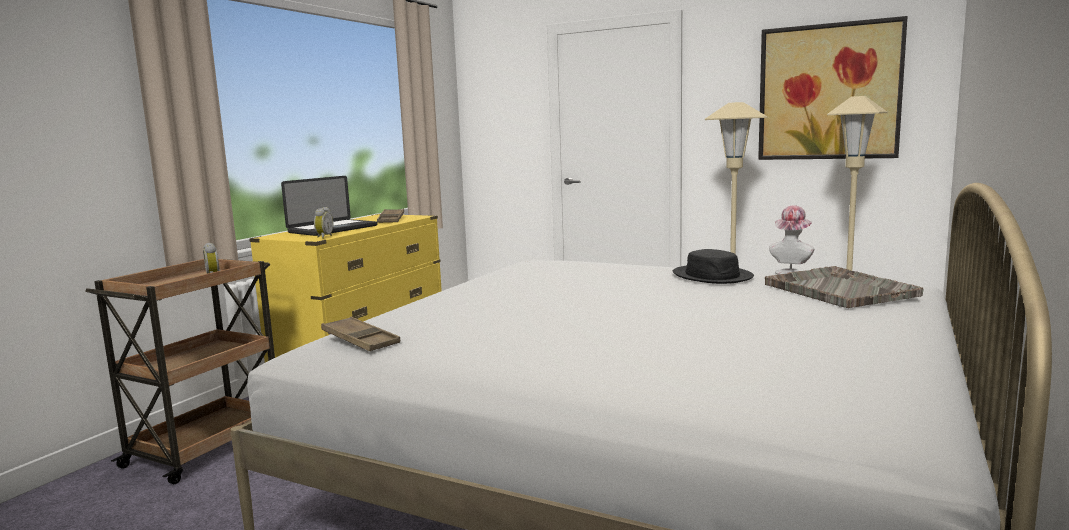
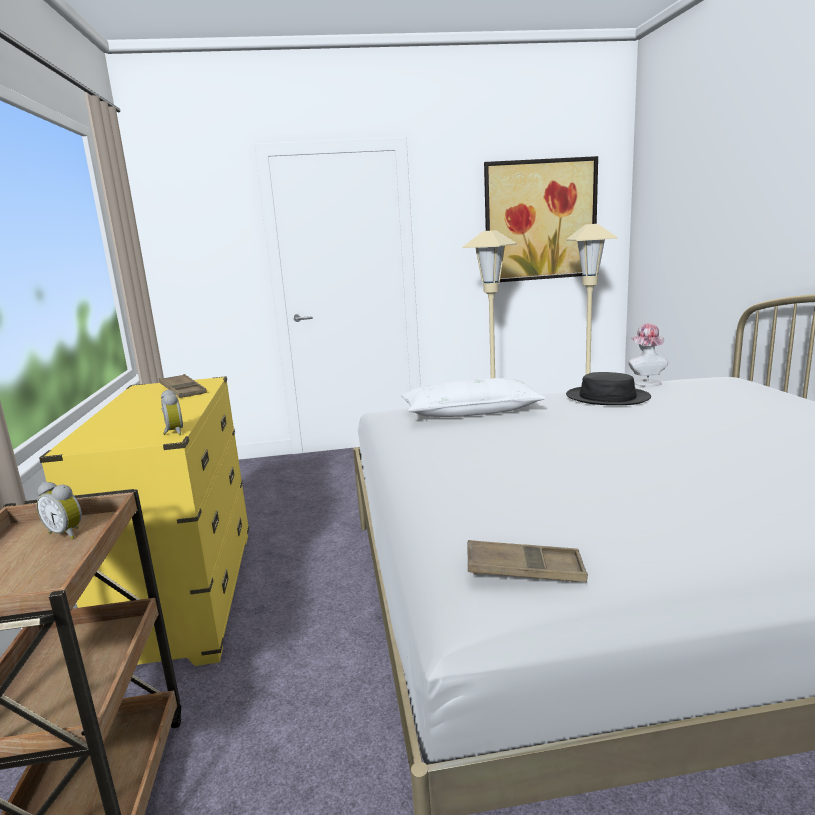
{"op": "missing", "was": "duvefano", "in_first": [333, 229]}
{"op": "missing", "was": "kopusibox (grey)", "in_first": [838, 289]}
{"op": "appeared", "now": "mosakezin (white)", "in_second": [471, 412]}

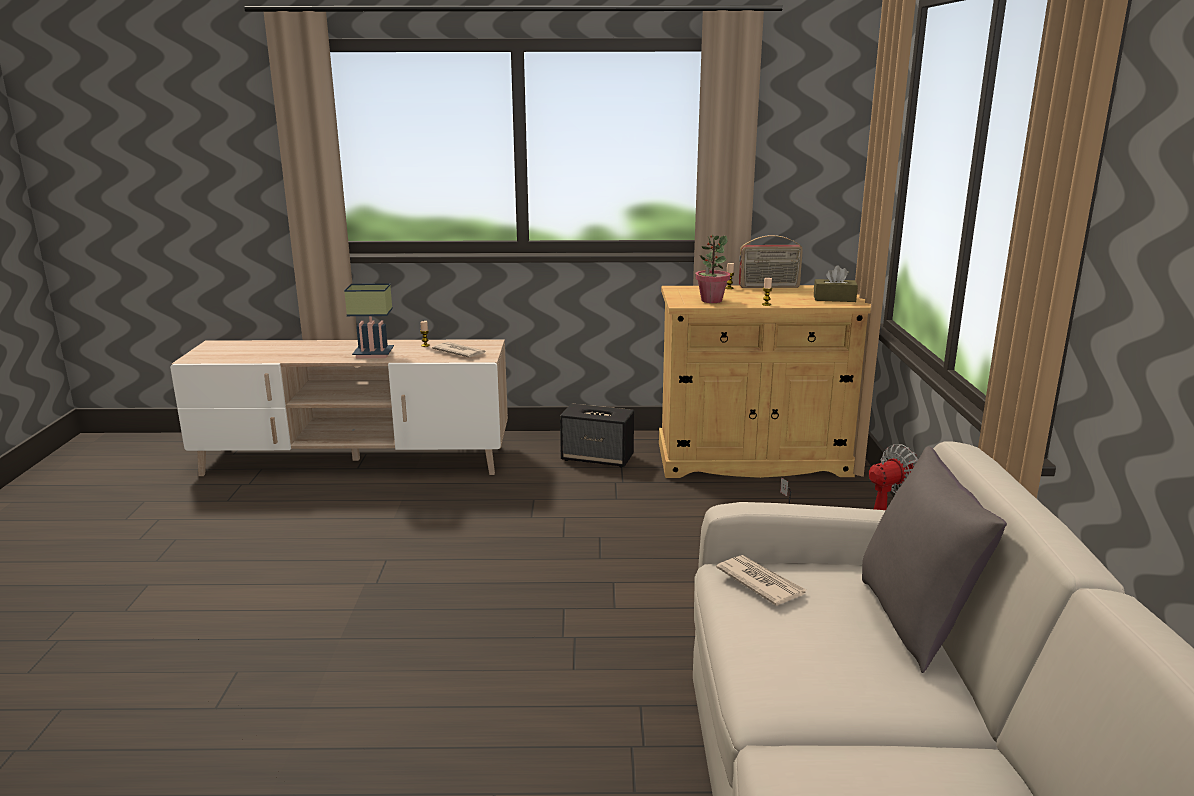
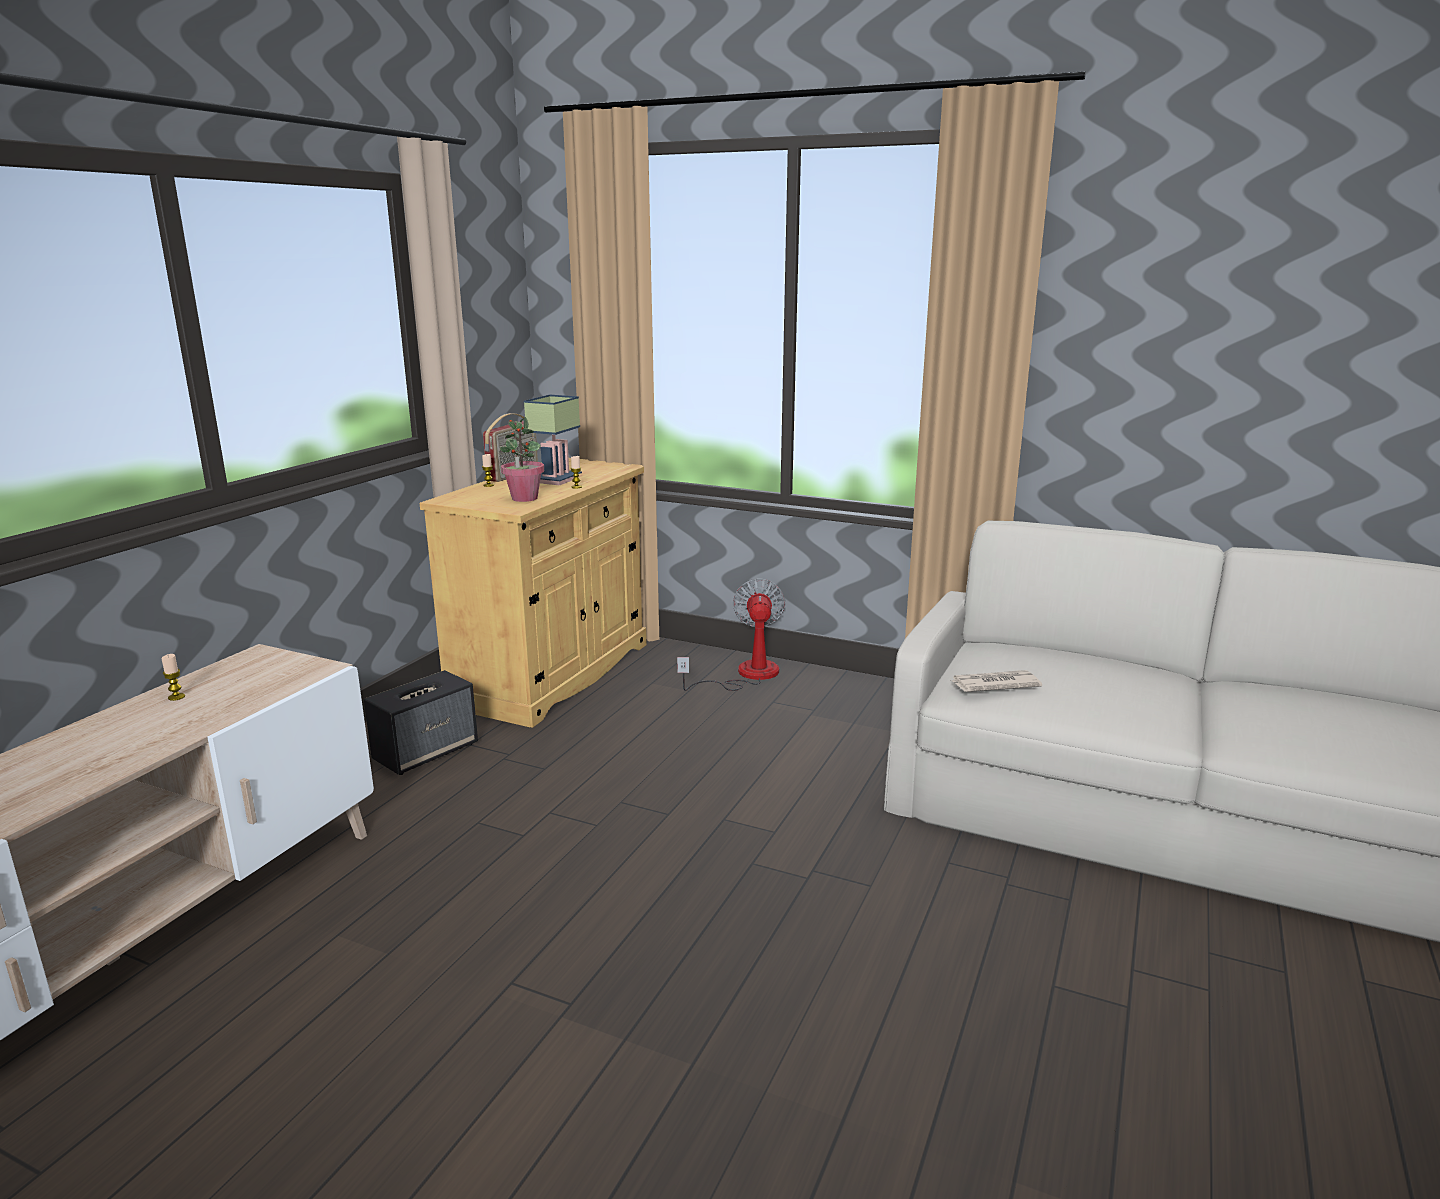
{"op": "relocated", "was": "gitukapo", "in_first": [375, 354], "in_second": [555, 479]}
{"op": "missing", "was": "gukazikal", "in_first": [459, 352]}
{"op": "missing", "was": "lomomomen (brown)", "in_first": [834, 299]}
{"op": "missing", "was": "mosakezin (grey)", "in_first": [915, 621]}

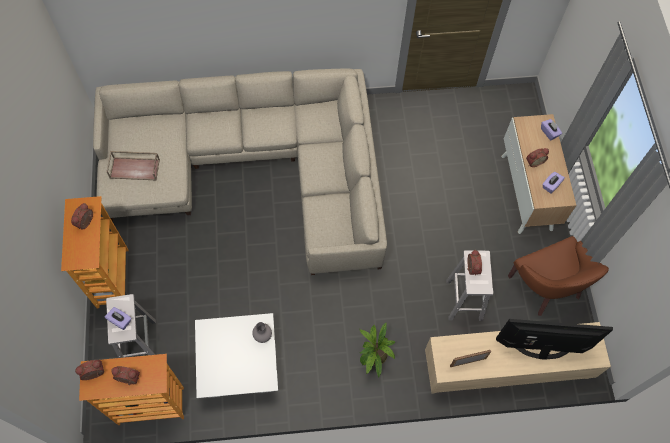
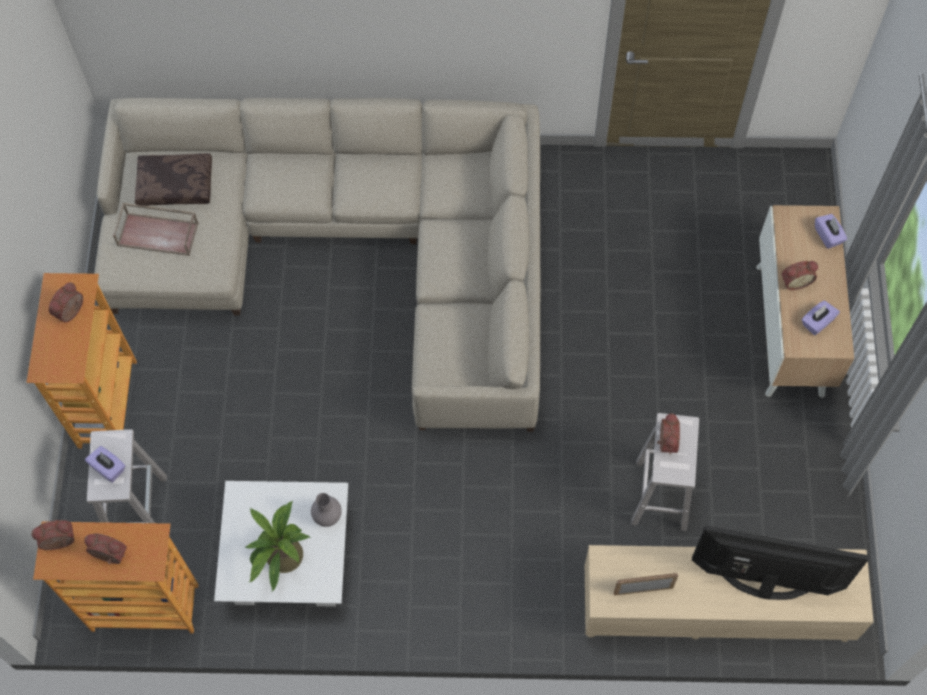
{"op": "relocated", "was": "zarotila", "in_first": [374, 357], "in_second": [281, 559]}
{"op": "missing", "was": "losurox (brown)", "in_first": [547, 286]}
{"op": "appeared", "now": "mosakezin (brown)", "in_second": [176, 184]}

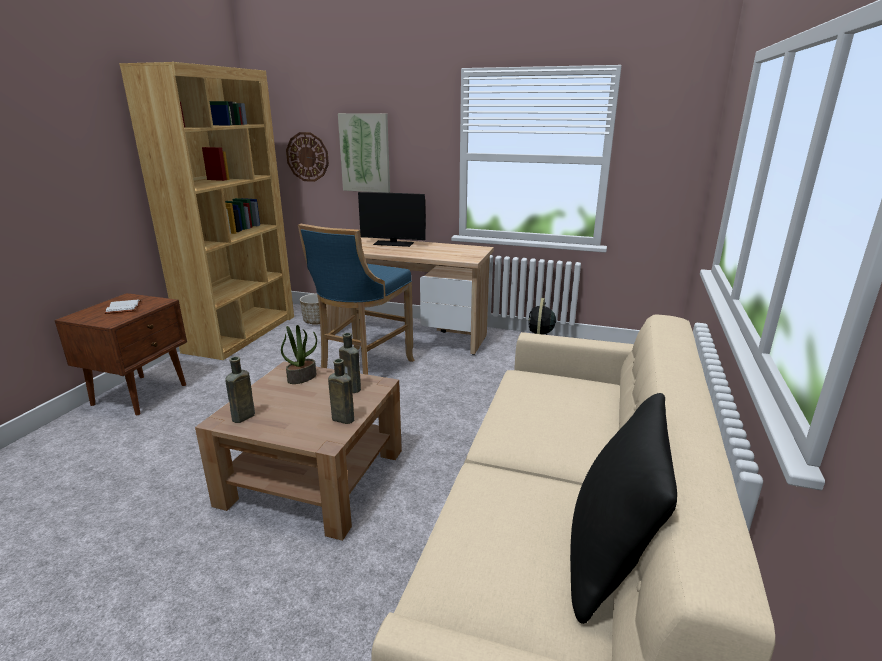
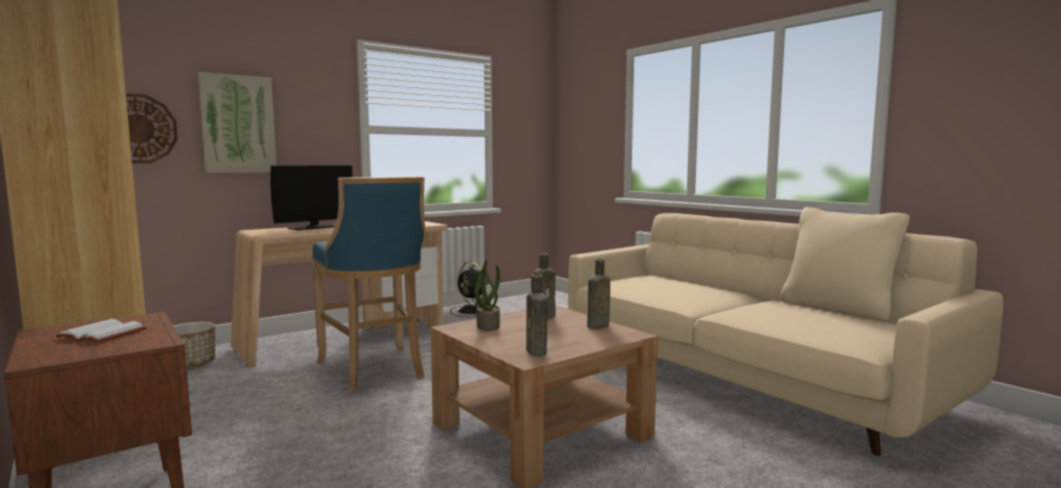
{"op": "colour", "was": "mosakezin (black)", "now": "mosakezin (beige)", "in_first": [610, 562], "in_second": [838, 309]}

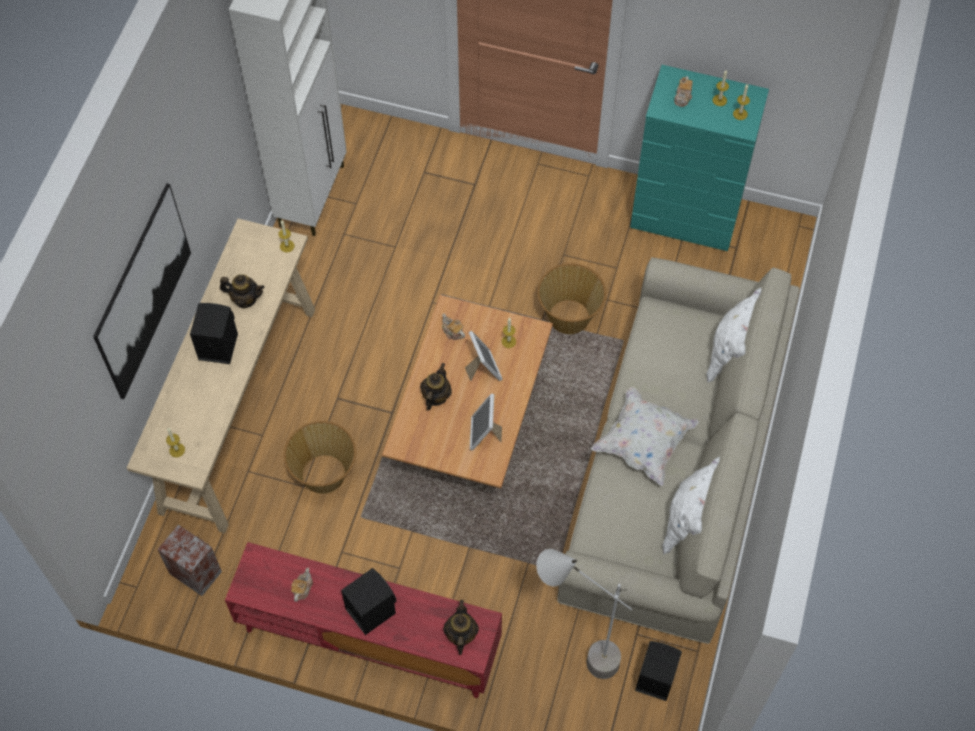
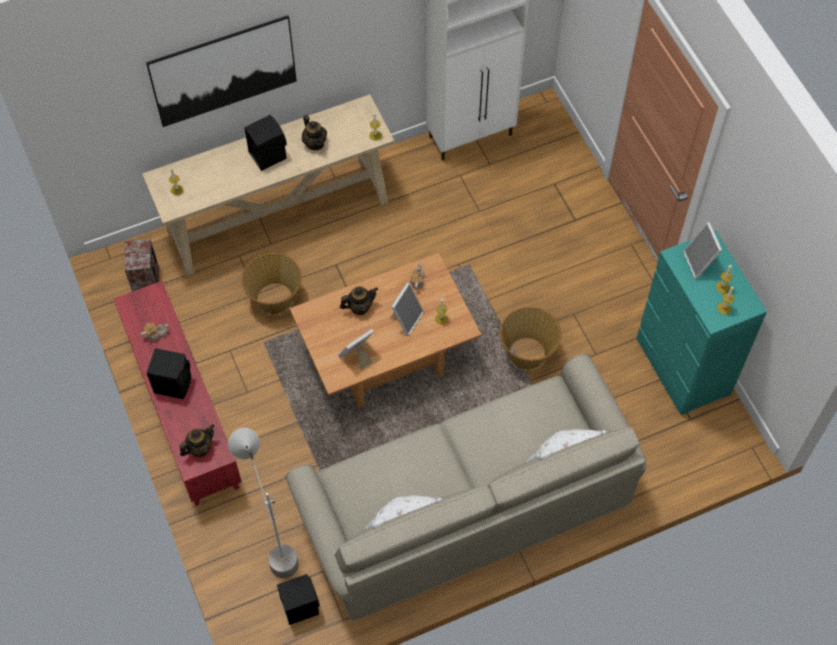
{"op": "missing", "was": "mosakezin (white)", "in_first": [643, 443]}
{"op": "exchanged", "was": "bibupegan", "now": "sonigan", "in_first": [683, 97], "in_second": [700, 262]}

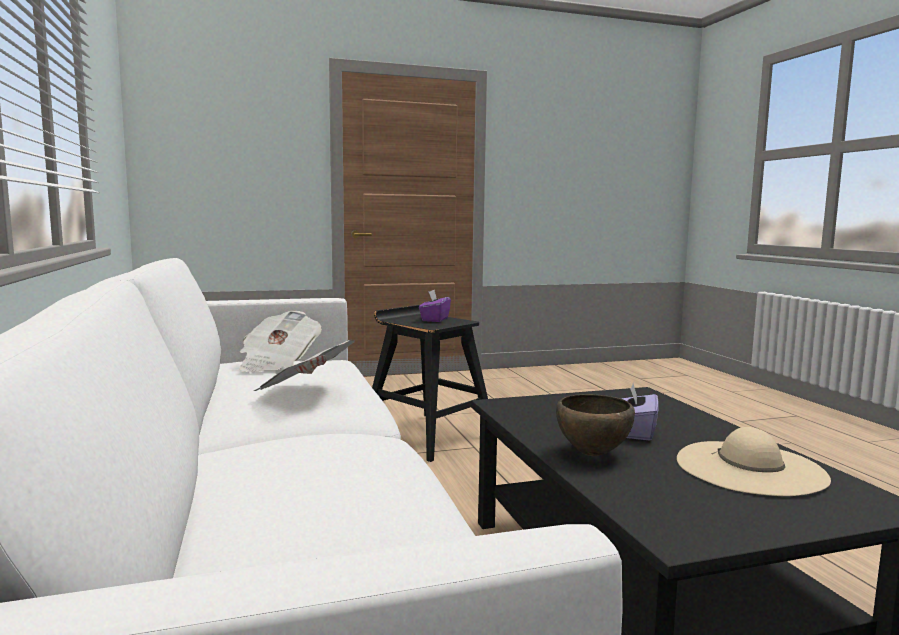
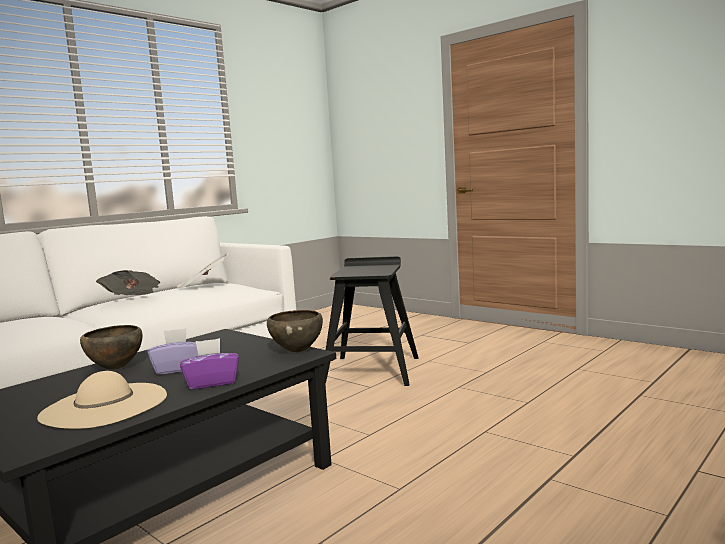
{"op": "relocated", "was": "lomomomen (purple)", "in_first": [434, 319], "in_second": [212, 382]}
{"op": "appeared", "now": "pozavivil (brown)", "in_second": [297, 351]}

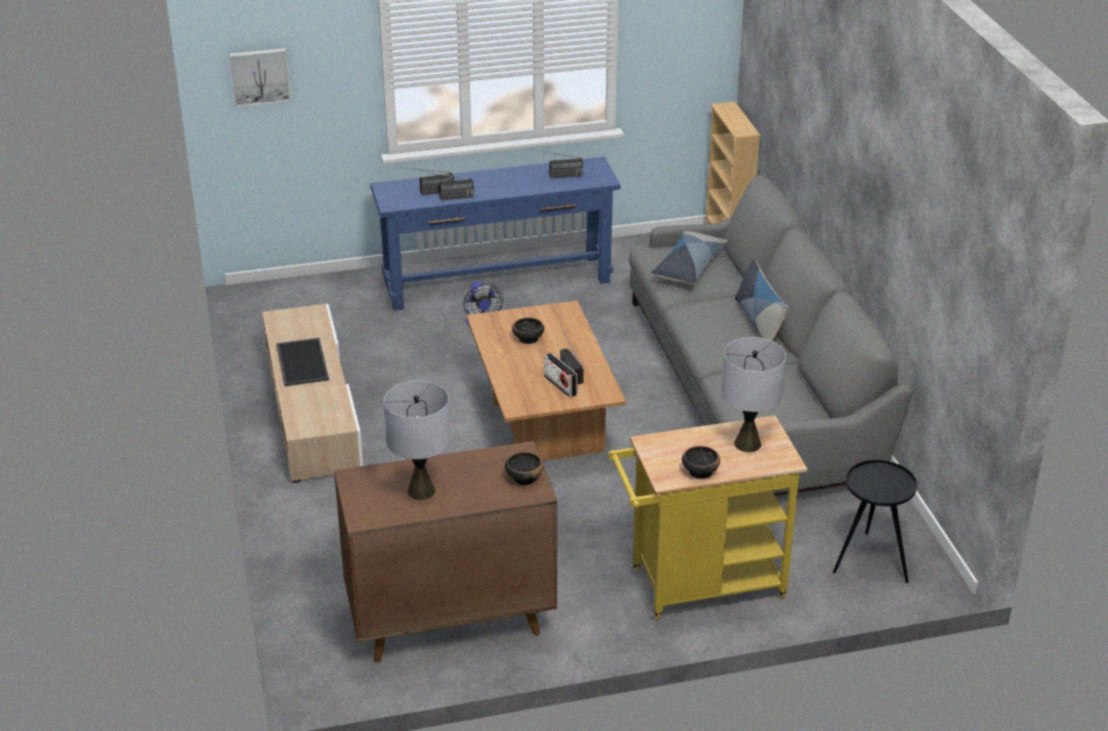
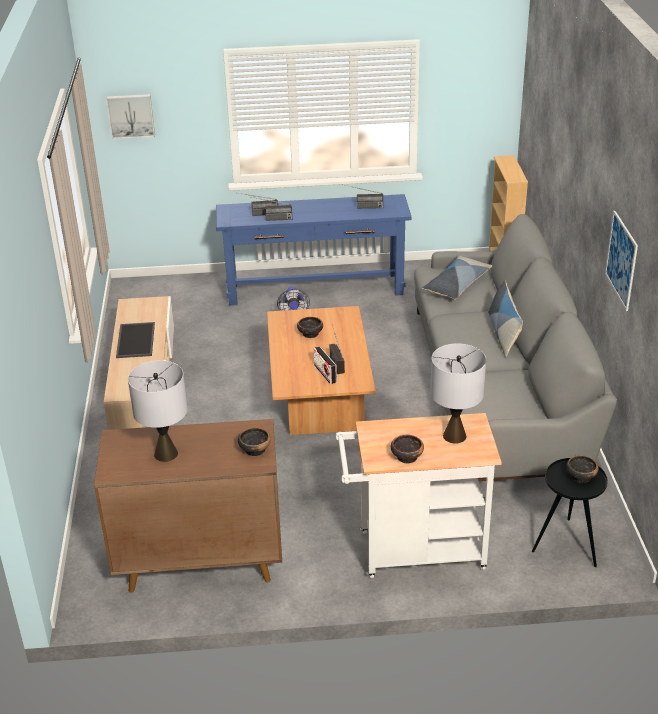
{"op": "colour", "was": "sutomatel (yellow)", "now": "sutomatel (white)", "in_first": [698, 585], "in_second": [413, 552]}
{"op": "appeared", "now": "pozavivil", "in_second": [580, 476]}
{"op": "appeared", "now": "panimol", "in_second": [621, 260]}

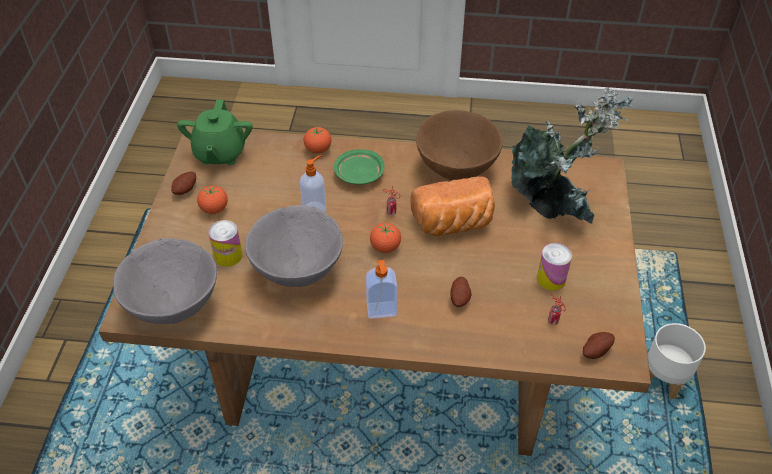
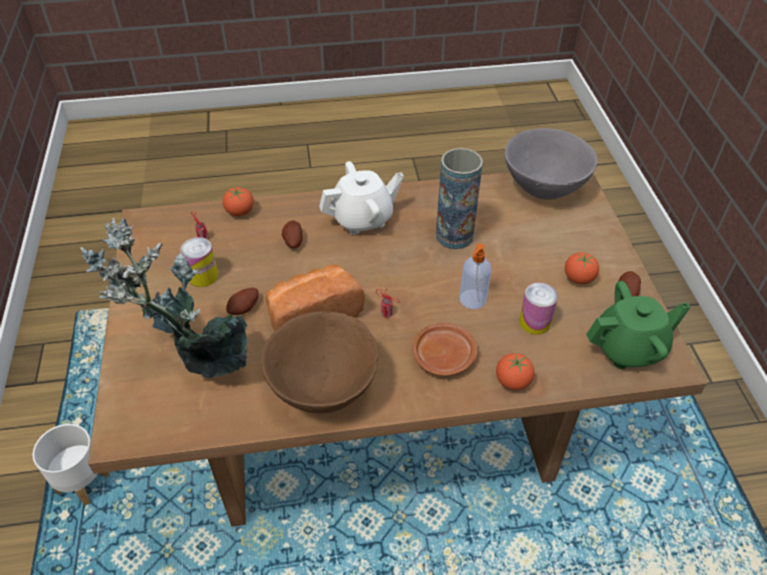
{"op": "spun", "was": "bibupegan (green)", "in_first": [220, 153], "in_second": [628, 348], "clockwise": 90}
{"op": "relocated", "was": "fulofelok", "in_first": [228, 256], "in_second": [534, 322]}
{"op": "exchanged", "was": "pozavivil (grey)", "now": "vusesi", "in_first": [298, 271], "in_second": [454, 236]}
{"op": "colour", "was": "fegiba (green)", "now": "fegiba (brown)", "in_first": [359, 174], "in_second": [444, 355]}
{"op": "exchanged", "was": "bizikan", "now": "bibupegan (white)", "in_first": [381, 310], "in_second": [362, 219]}
{"op": "relocated", "was": "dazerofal", "in_first": [385, 247], "in_second": [240, 212]}
{"op": "relocated", "was": "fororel", "in_first": [595, 350], "in_second": [245, 309]}

